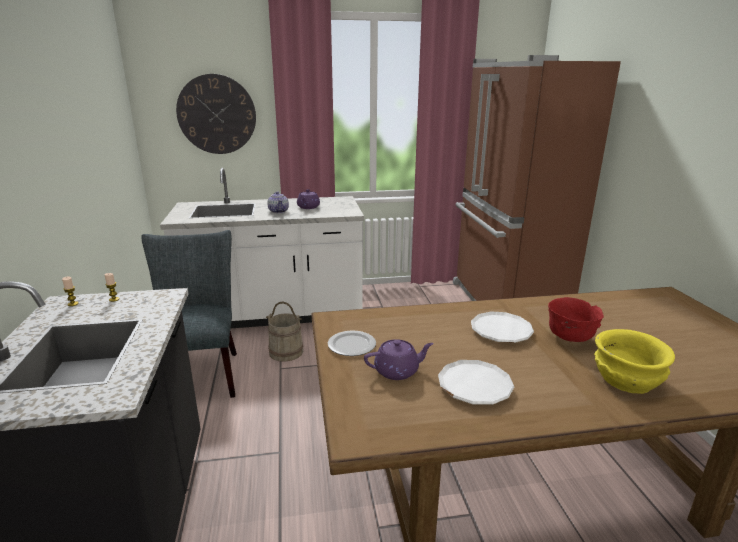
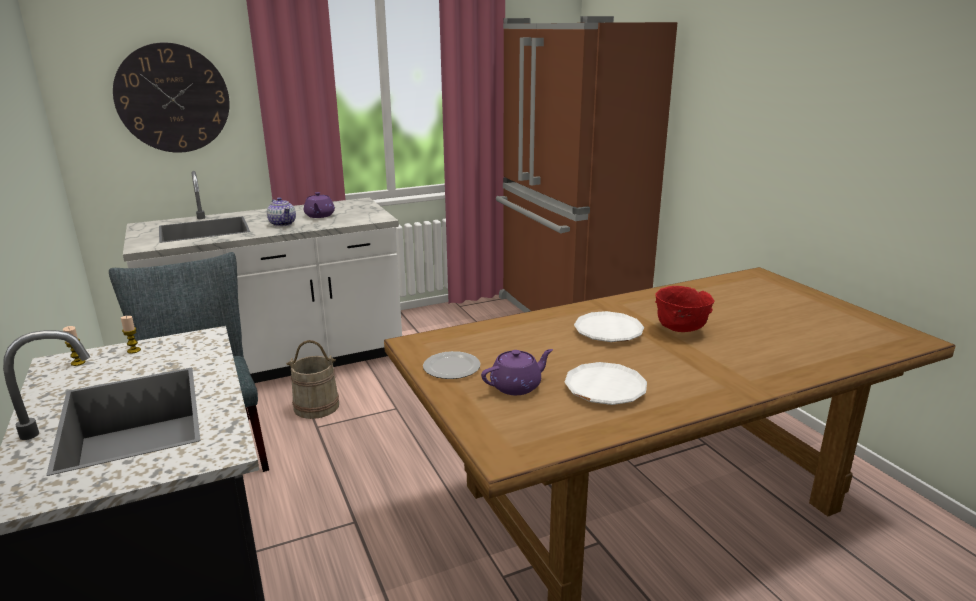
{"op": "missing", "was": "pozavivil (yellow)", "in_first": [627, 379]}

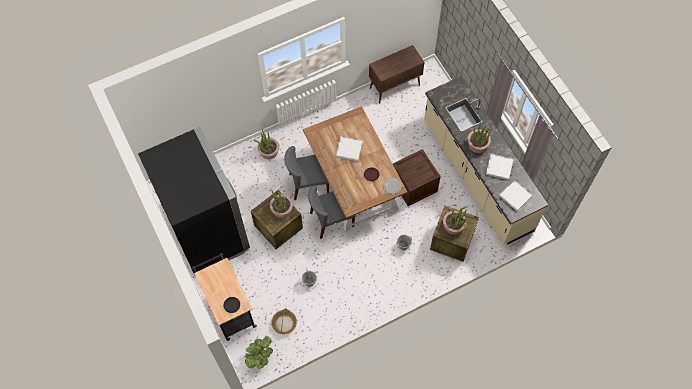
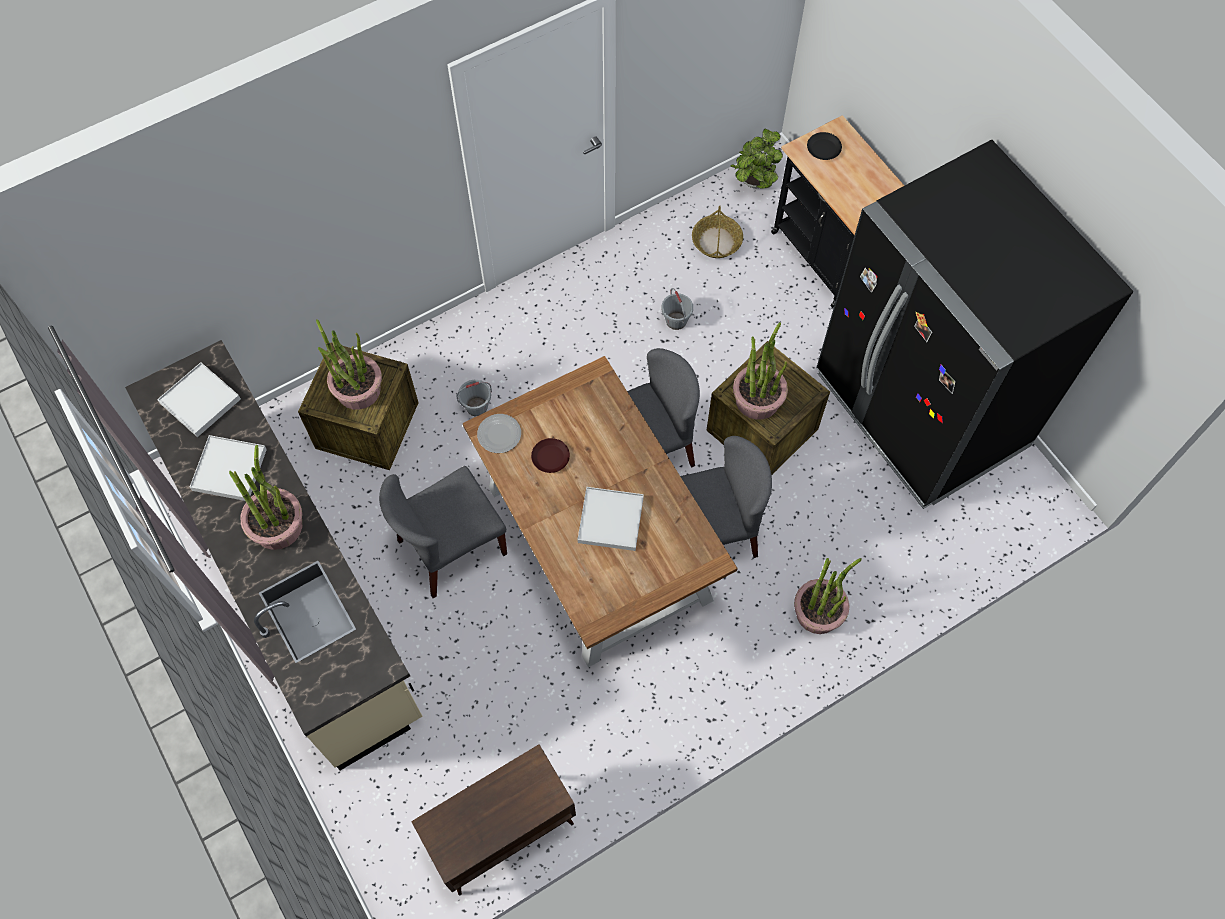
{"op": "exchanged", "was": "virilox", "now": "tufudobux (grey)", "in_first": [414, 185], "in_second": [451, 548]}

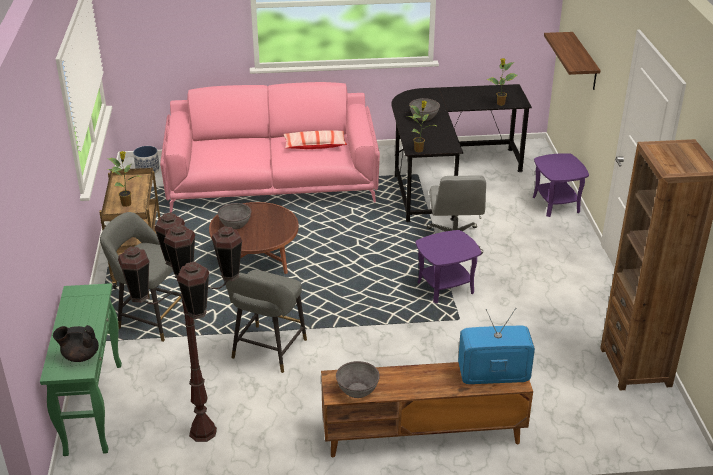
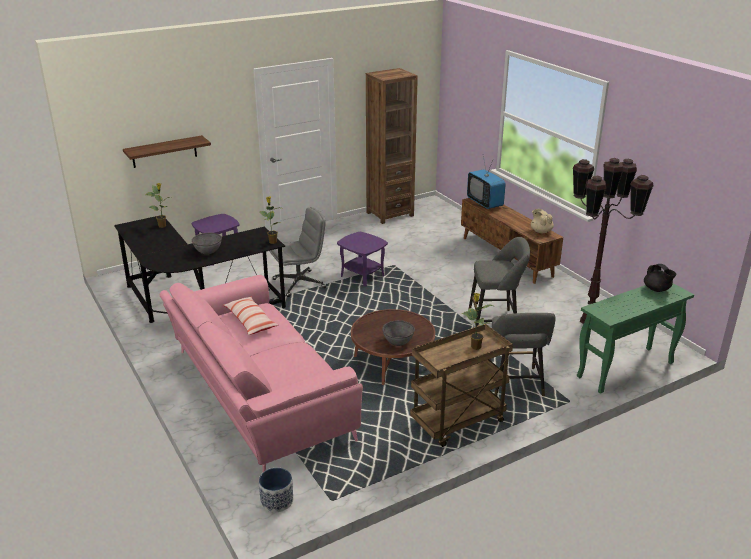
{"op": "exchanged", "was": "pozavivil (grey)", "now": "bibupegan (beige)", "in_first": [357, 390], "in_second": [541, 231]}

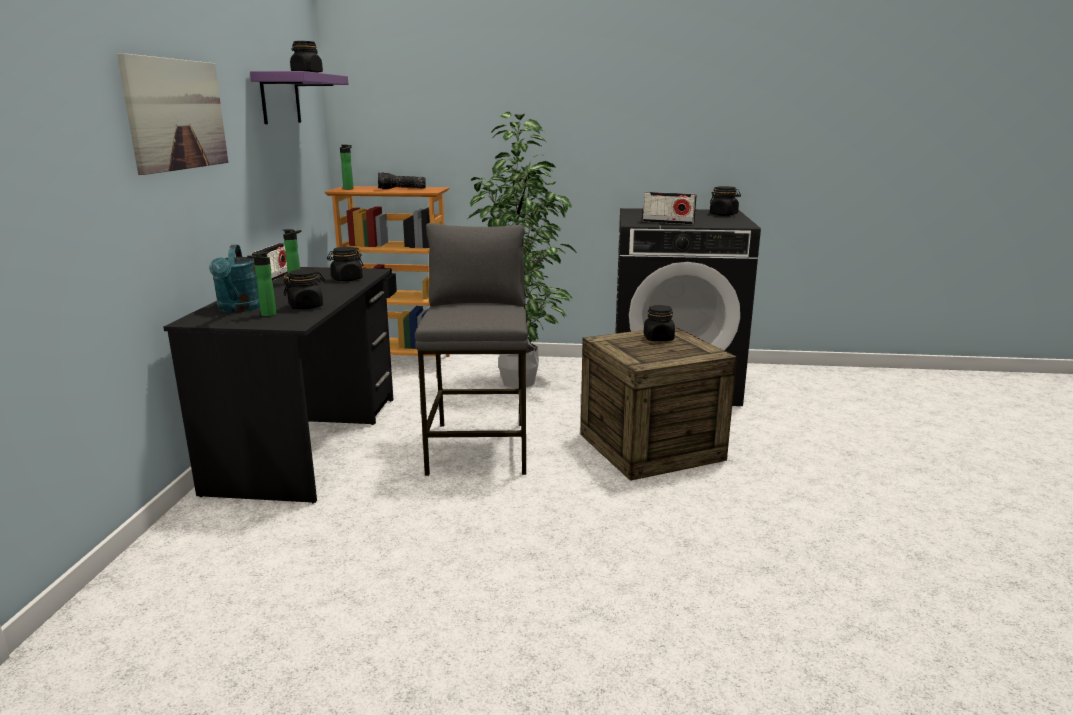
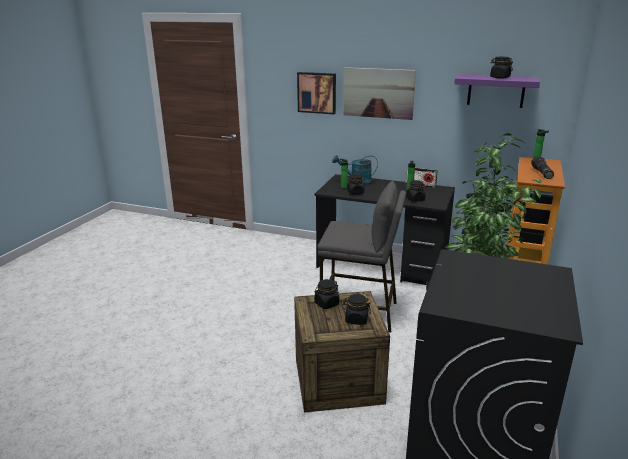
{"op": "missing", "was": "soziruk", "in_first": [668, 222]}
{"op": "relocated", "was": "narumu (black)", "in_first": [723, 214], "in_second": [326, 304]}
{"op": "appeared", "now": "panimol", "in_second": [317, 92]}

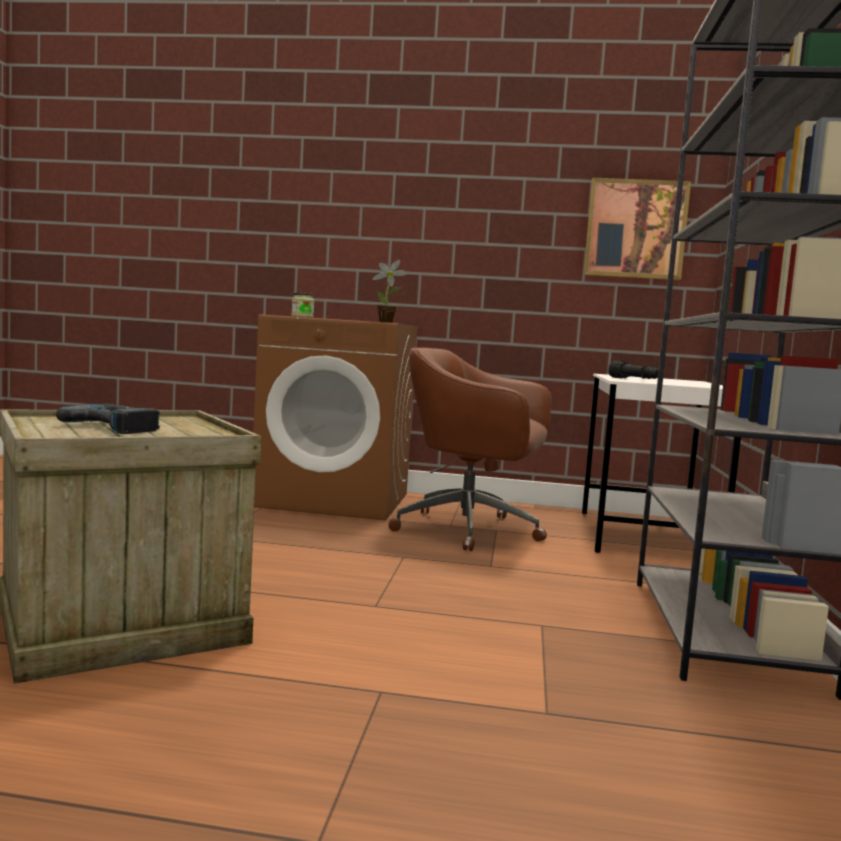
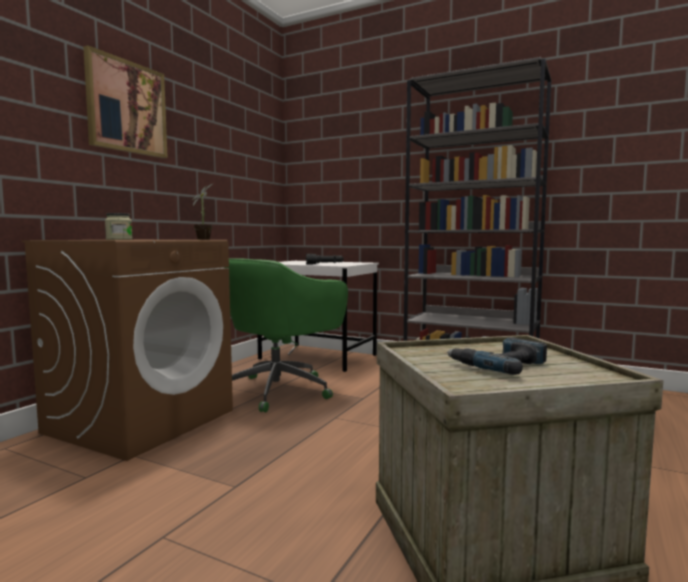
{"op": "colour", "was": "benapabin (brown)", "now": "benapabin (green)", "in_first": [471, 530], "in_second": [279, 390]}
{"op": "relocated", "was": "panimol", "in_first": [635, 229], "in_second": [126, 107]}

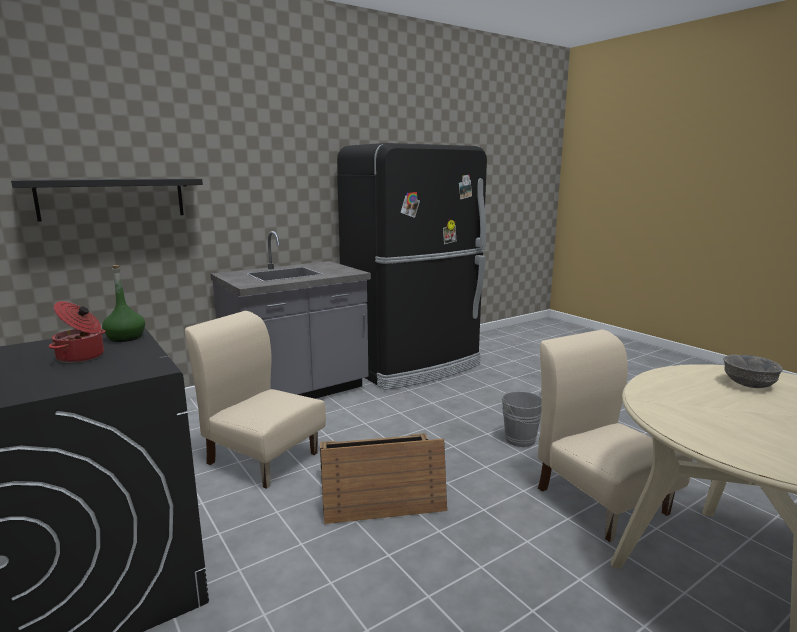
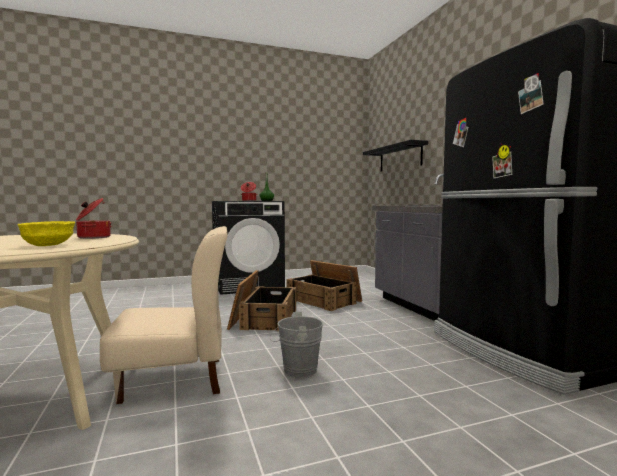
{"op": "exchanged", "was": "tufudobux (beige)", "now": "virilox", "in_first": [262, 457], "in_second": [324, 300]}
{"op": "colour", "was": "pozavivil (grey)", "now": "pozavivil (yellow)", "in_first": [747, 384], "in_second": [49, 245]}
{"op": "appeared", "now": "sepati", "in_second": [93, 237]}

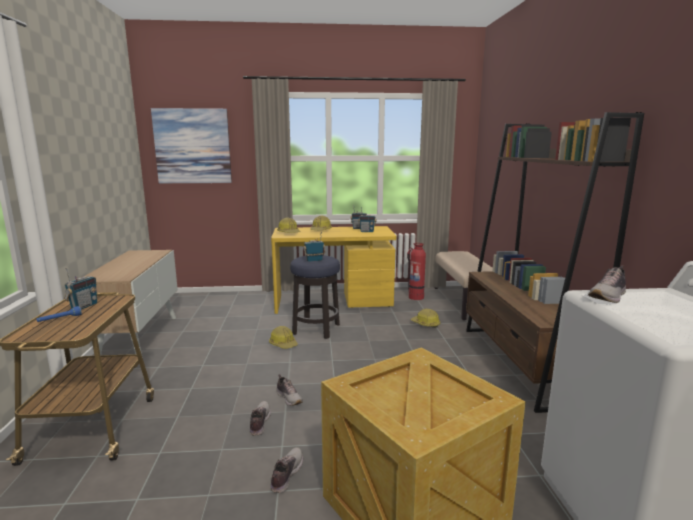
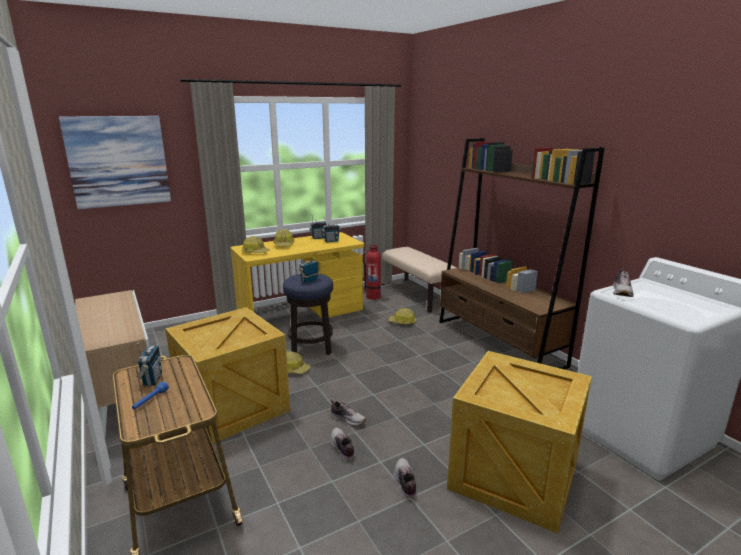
{"op": "appeared", "now": "virilox", "in_second": [232, 408]}

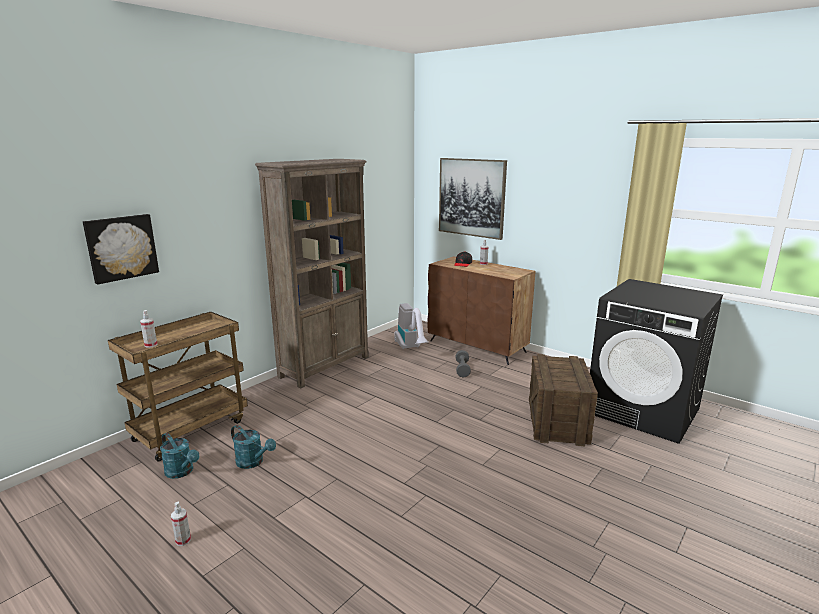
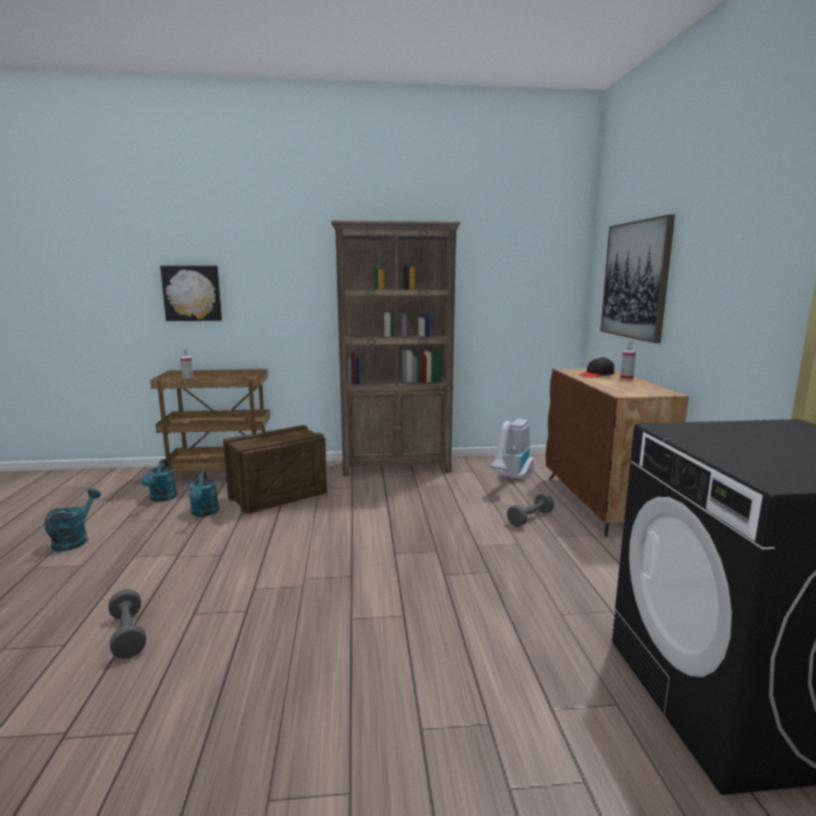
{"op": "exchanged", "was": "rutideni", "now": "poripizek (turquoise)", "in_first": [183, 540], "in_second": [74, 540]}
{"op": "relocated", "was": "virilox", "in_first": [557, 422], "in_second": [277, 495]}
{"op": "appeared", "now": "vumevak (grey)", "in_second": [128, 635]}

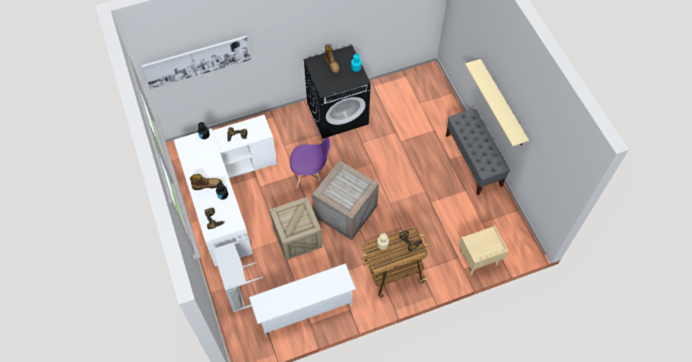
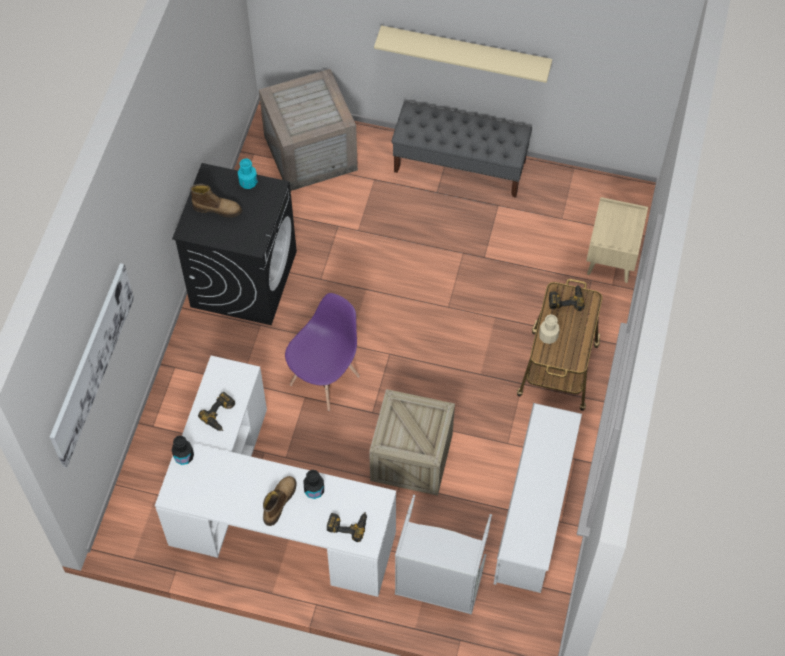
{"op": "relocated", "was": "virilox", "in_first": [345, 212], "in_second": [312, 153]}

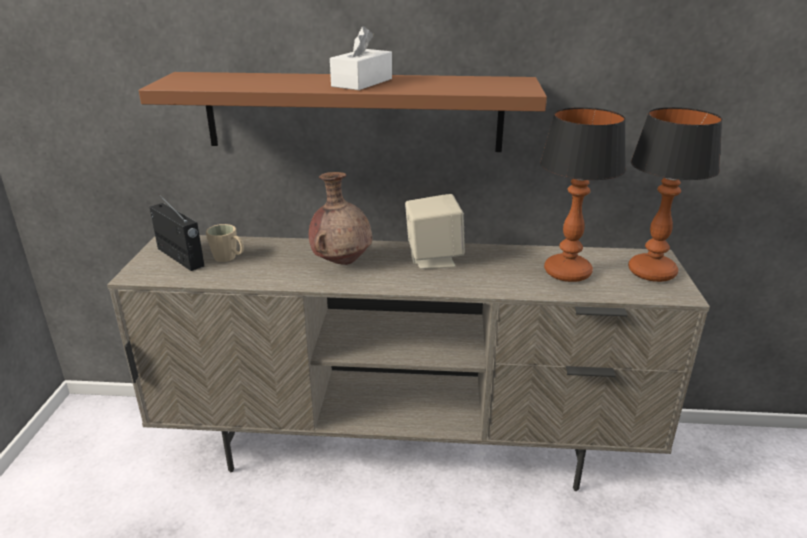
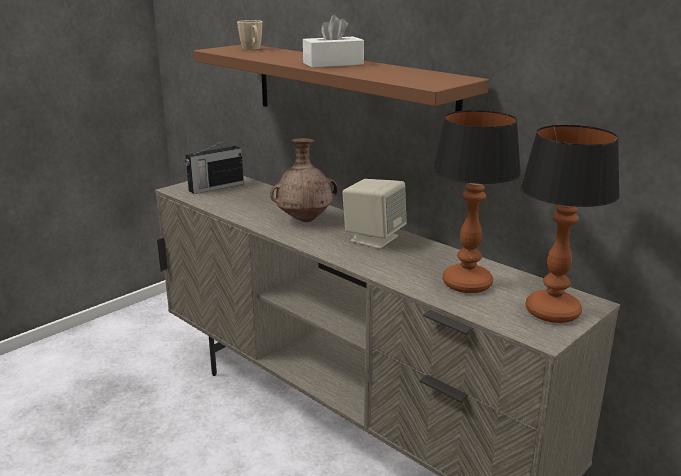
{"op": "spun", "was": "soziruk", "in_first": [180, 257], "in_second": [215, 187], "clockwise": 60}
{"op": "relocated", "was": "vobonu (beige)", "in_first": [229, 258], "in_second": [252, 49]}

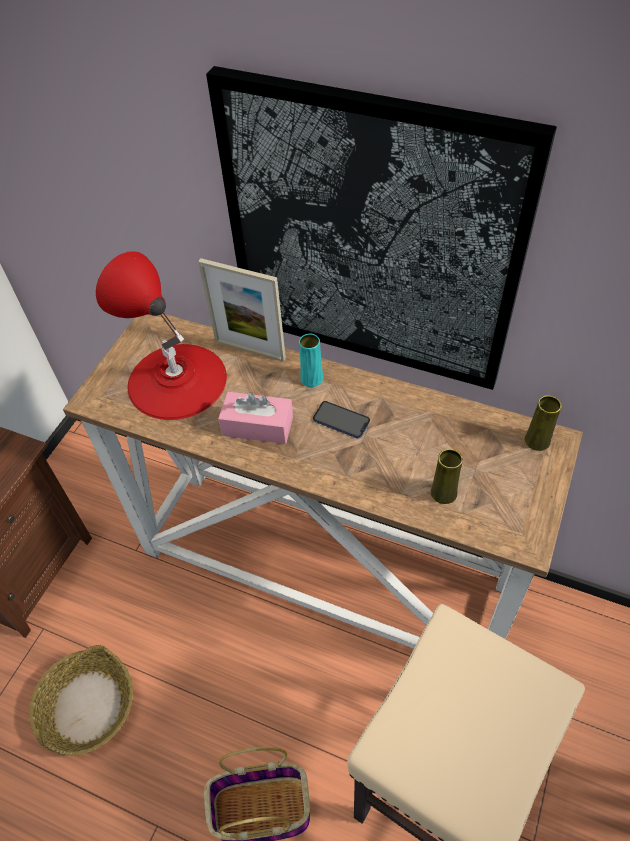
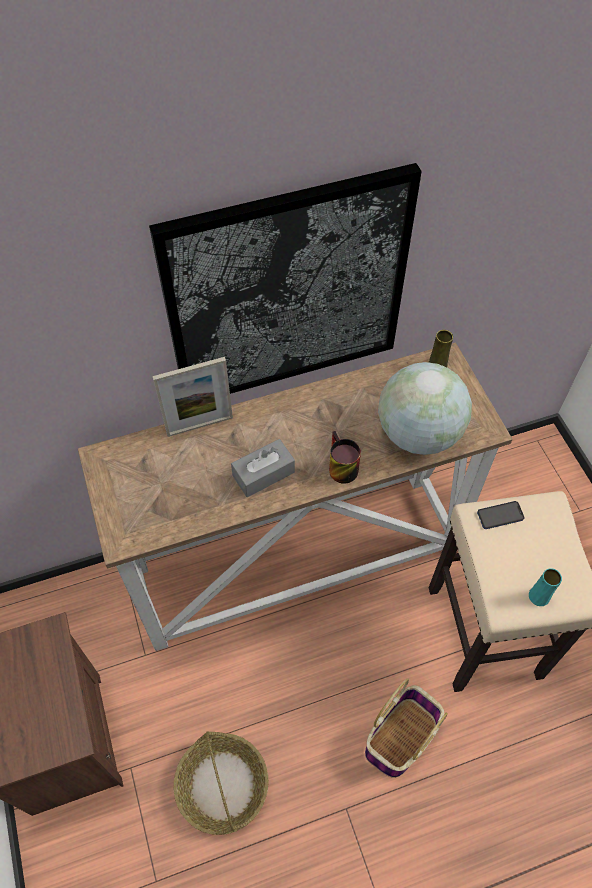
{"op": "missing", "was": "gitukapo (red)", "in_first": [176, 380]}
{"op": "colour", "was": "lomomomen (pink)", "now": "lomomomen (grey)", "in_first": [258, 426], "in_second": [263, 474]}
{"op": "relocated", "was": "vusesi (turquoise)", "in_first": [311, 378], "in_second": [539, 596]}
{"op": "relocated", "was": "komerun", "in_first": [341, 420], "in_second": [500, 515]}
{"op": "exchanged", "was": "vusesi (yellow)", "now": "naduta", "in_first": [443, 493], "in_second": [418, 434]}
{"op": "appeared", "now": "vobonu", "in_second": [338, 467]}

